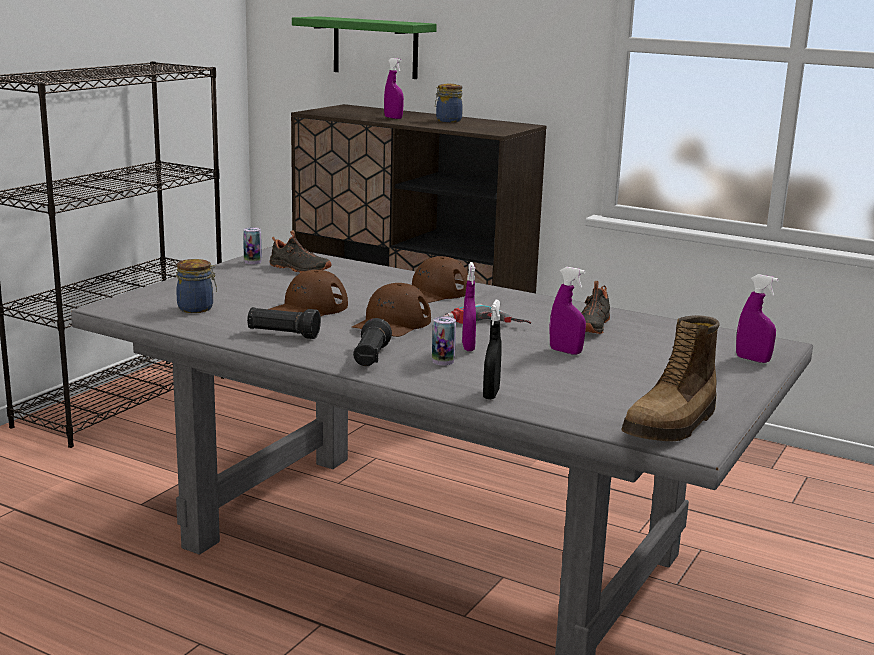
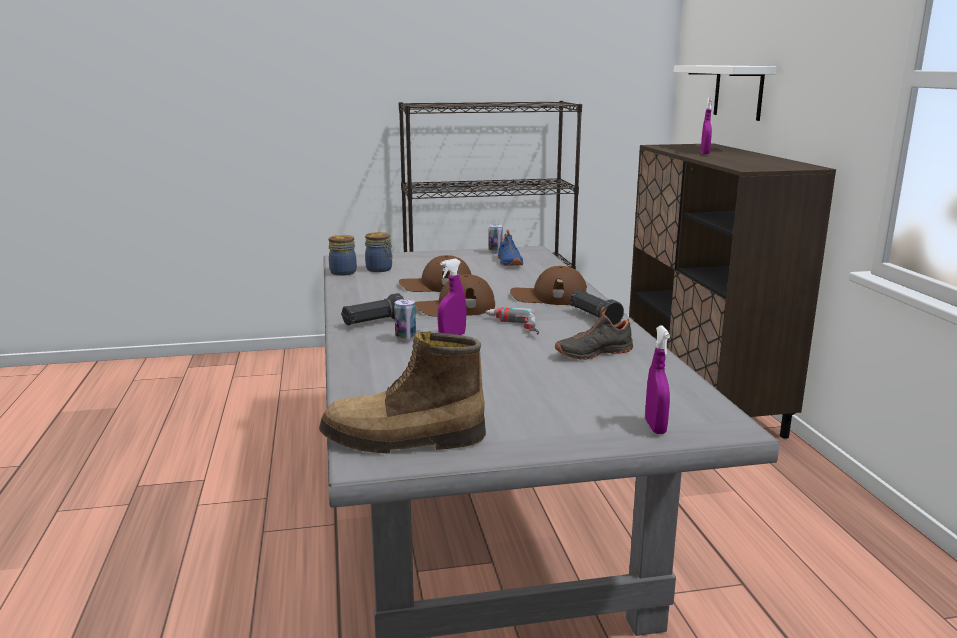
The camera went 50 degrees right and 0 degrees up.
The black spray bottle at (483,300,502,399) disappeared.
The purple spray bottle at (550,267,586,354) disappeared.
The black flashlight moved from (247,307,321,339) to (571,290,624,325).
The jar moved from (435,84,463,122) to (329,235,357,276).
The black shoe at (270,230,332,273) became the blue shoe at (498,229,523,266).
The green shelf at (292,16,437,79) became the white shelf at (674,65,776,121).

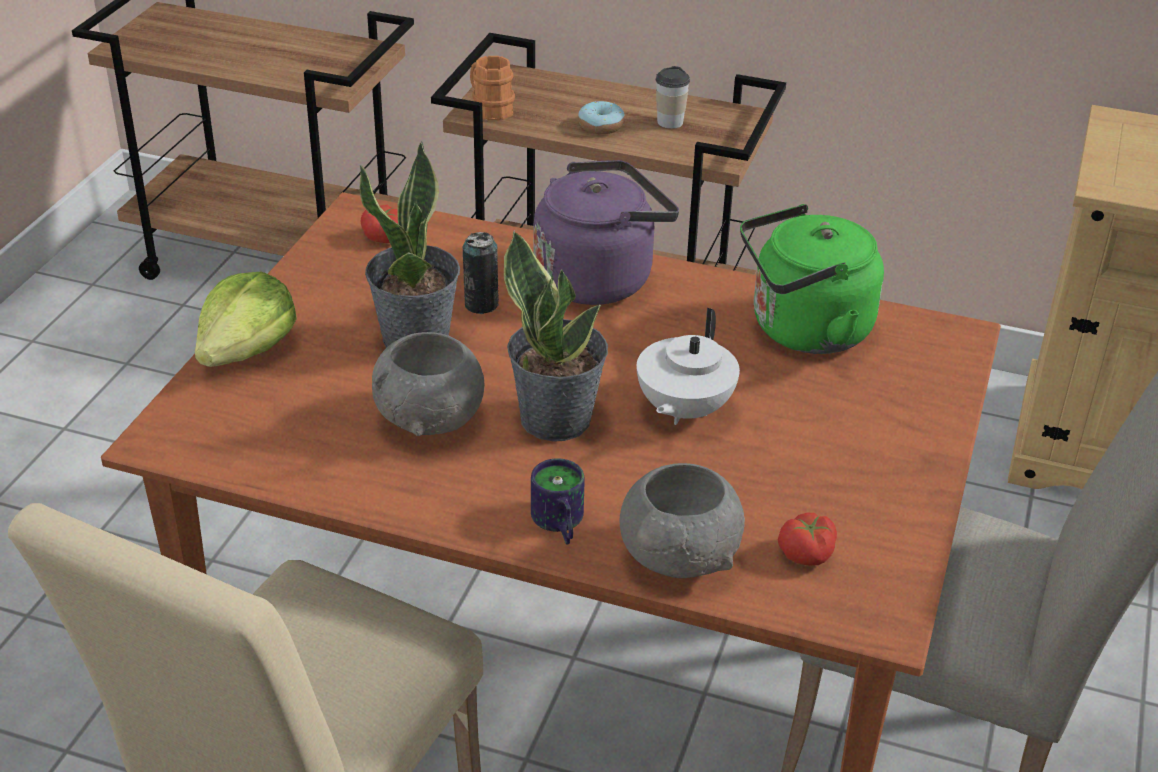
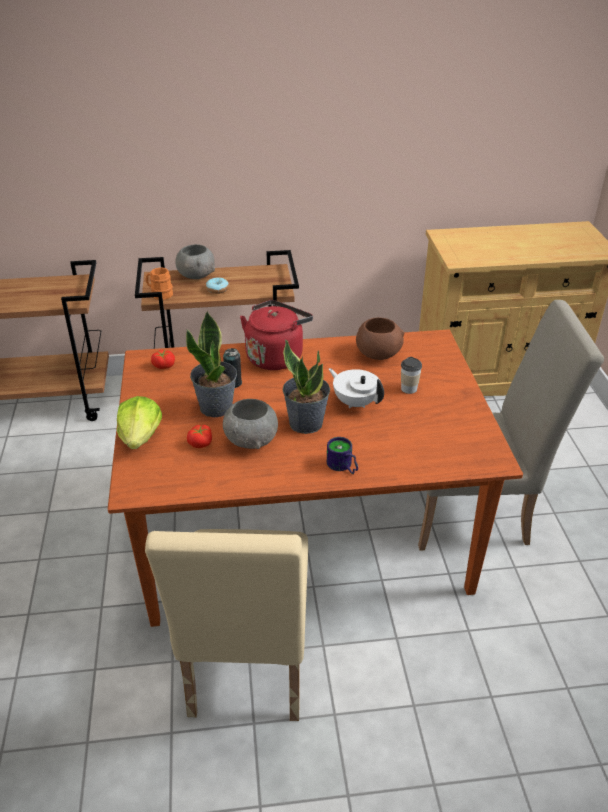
The camera went 25 degrees left and 0 degrees up.
The grey bowl moved from (619,463,745,578) to (175,244,215,279).
The cup moved from (656,66,690,129) to (401,357,422,394).
The tomato moved from (778,512,837,566) to (187,425,212,448).
The green kettle at (740,204,884,354) was replaced by the brown bowl at (356,317,404,360).
The purple kettle at (534,160,679,305) became the red kettle at (240,300,313,370).
The white teapot at (637,308,740,425) turned 135 degrees clockwise.

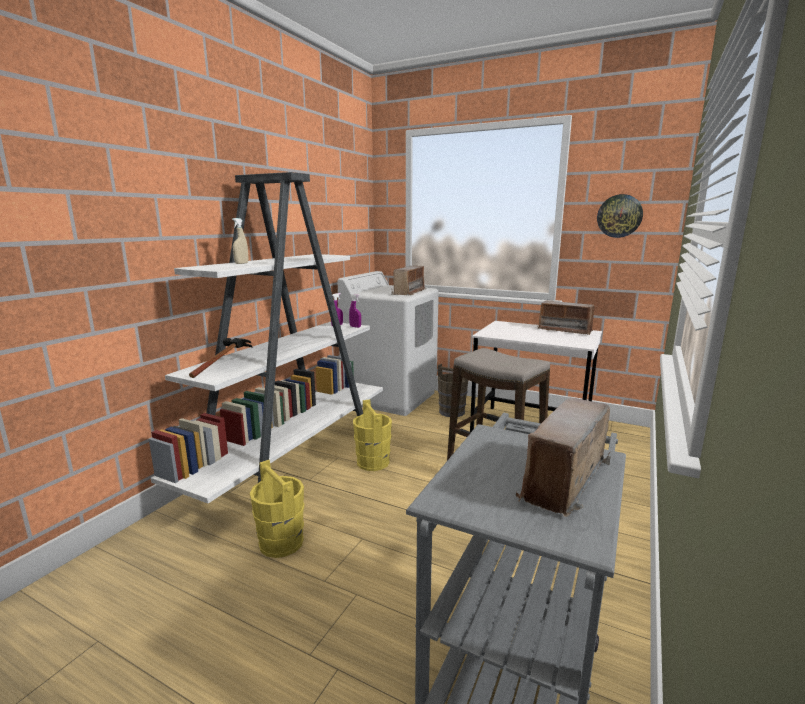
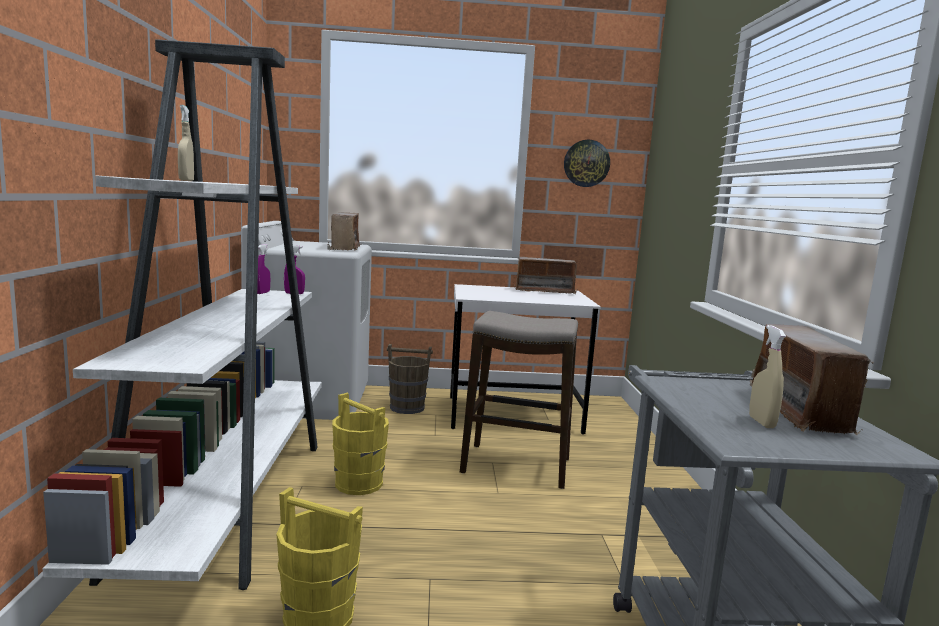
The camera went 30 degrees left and 5 degrees down.
The hammer at (189,338,253,378) disappeared.
The beige spray bottle at (749,325,786,428) appeared.

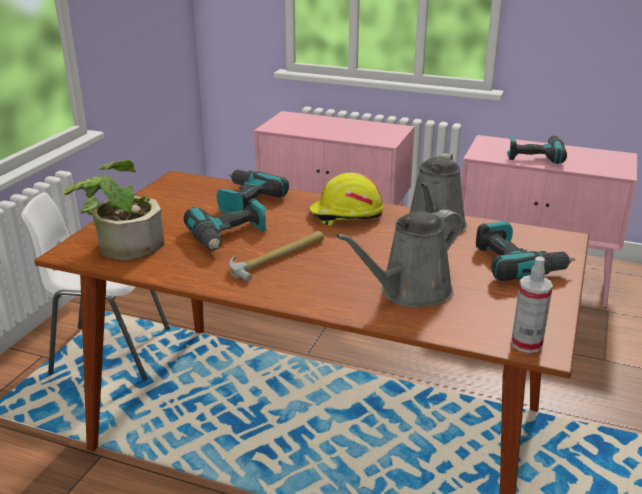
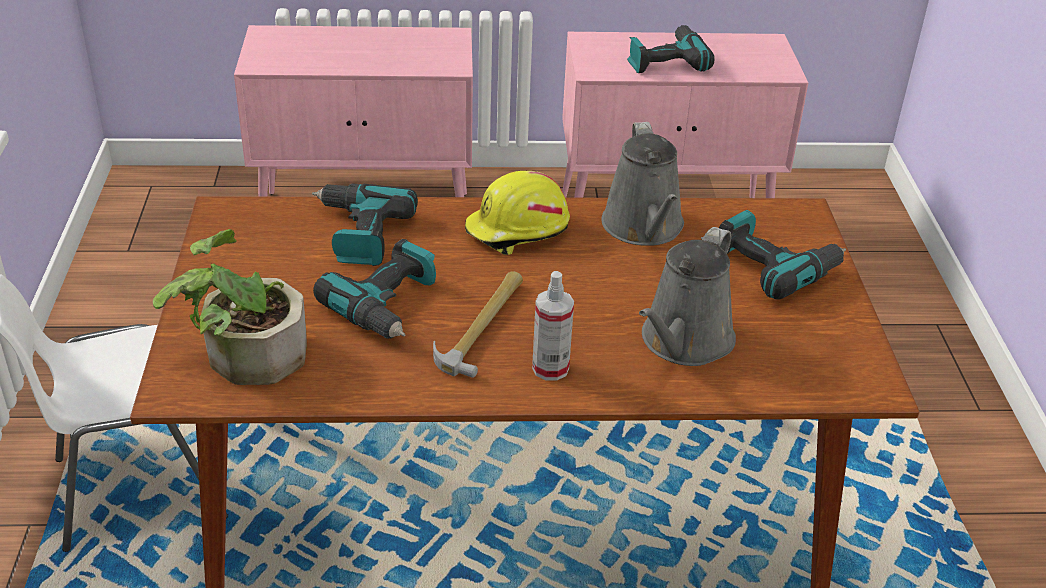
The camera went 25 degrees left and 10 degrees up.
The spray bottle moved from (511,256,553,353) to (532,271,574,381).

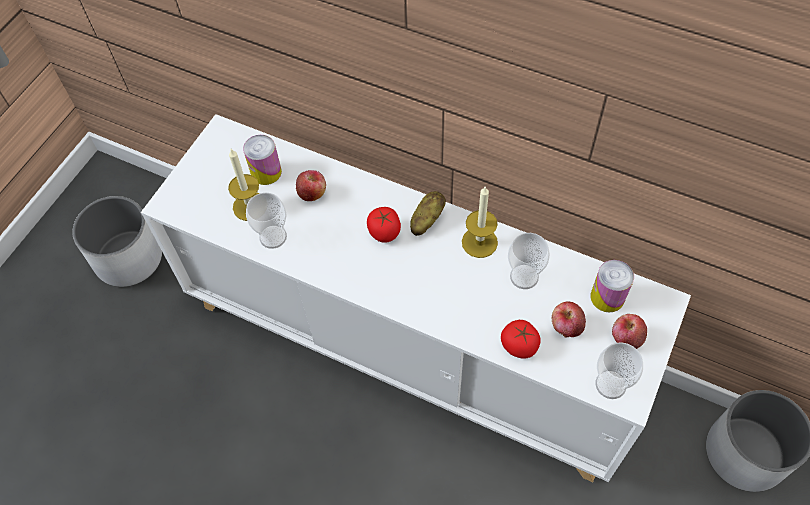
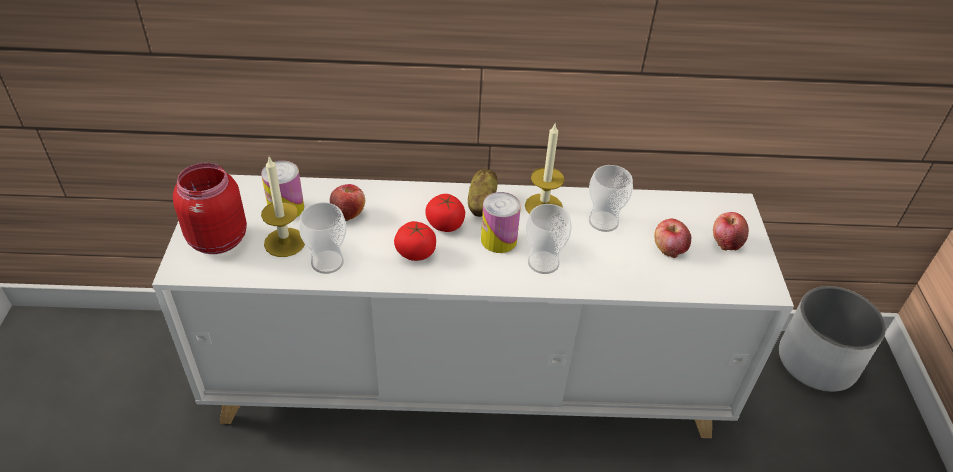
The camera went 30 degrees left and 15 degrees down.
The white planter at (72,196,162,287) disappeared.
The red jar at (173,163,247,254) appeared.
The tomato moved from (501,320,541,358) to (394,221,436,261).
The can moved from (590,260,634,313) to (481,192,521,253).
The cup moved from (595,342,643,399) to (525,204,572,274).

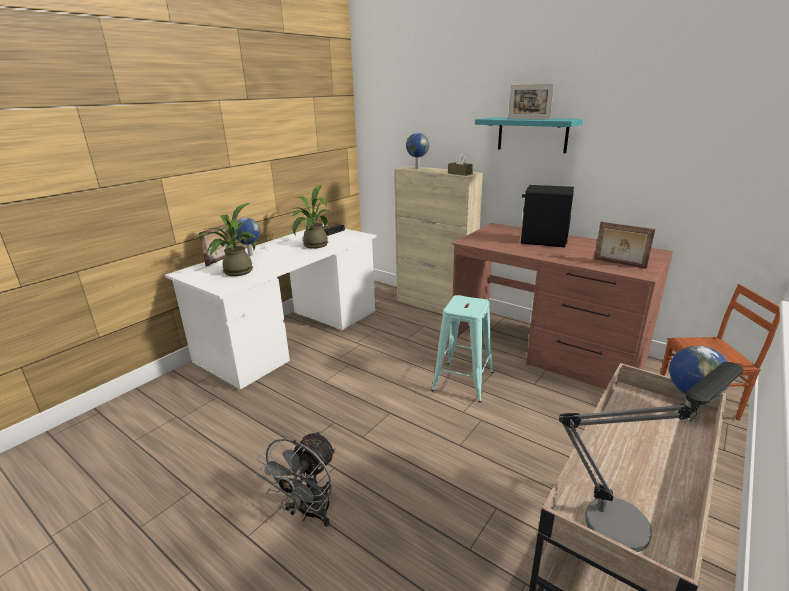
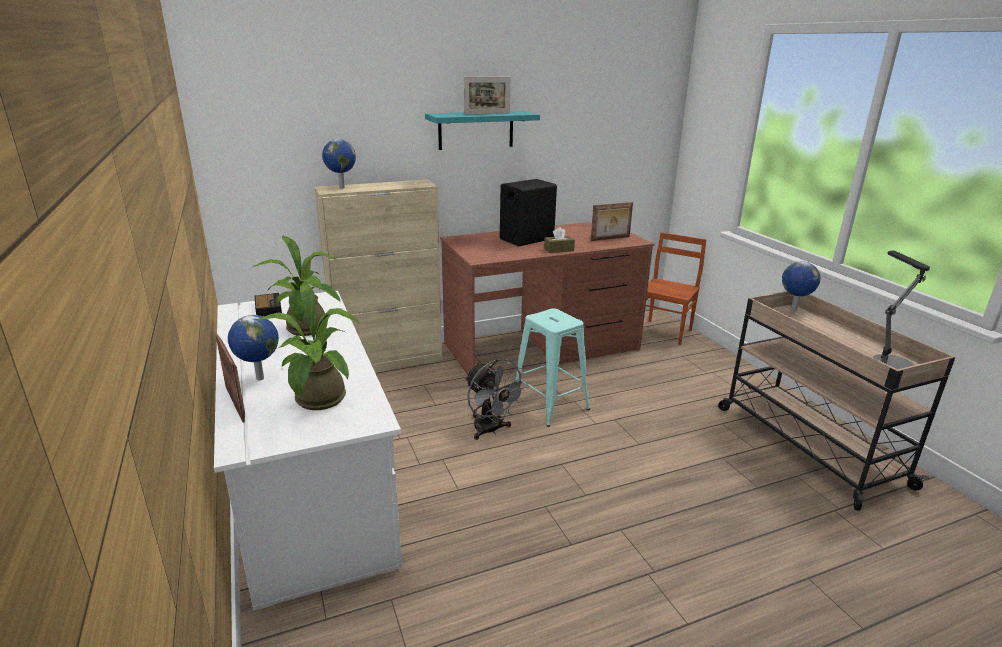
The camera went 60 degrees left and 0 degrees up.
The grey fan moved from (256,431,336,527) to (465,359,529,440).
The brown tissue box moved from (448,154,473,176) to (544,227,575,253).

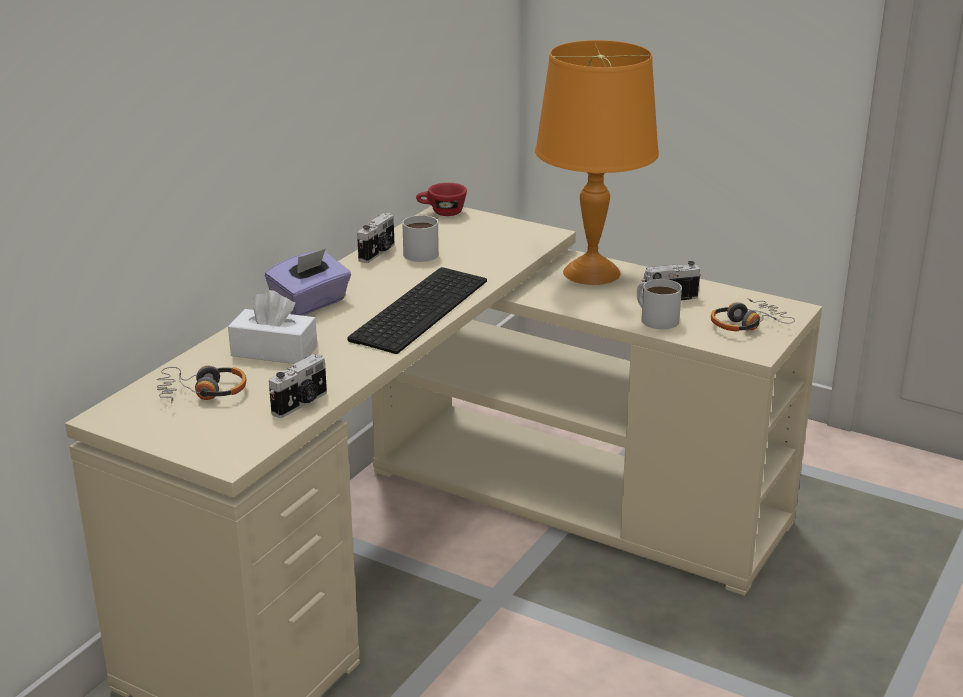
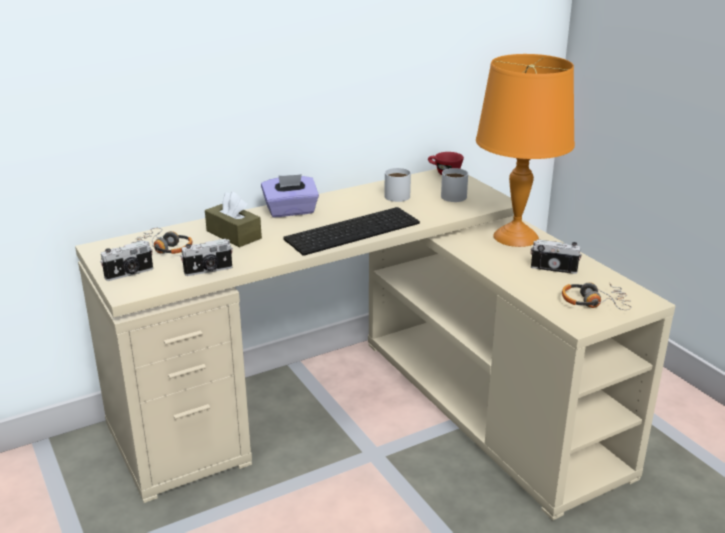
The camera went 30 degrees right and 0 degrees up.
The photo camera moved from (357,213,394,263) to (100,240,153,281).
The white mug moved from (637,279,682,329) to (441,168,468,202).
The white tissue box at (228,290,317,364) became the brown tissue box at (205,191,262,247).

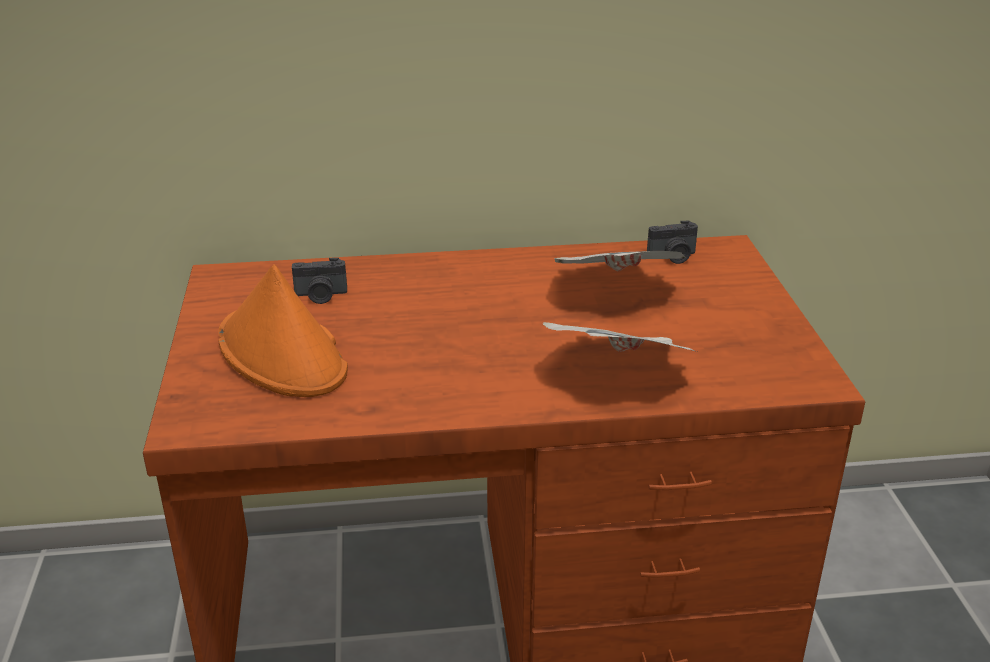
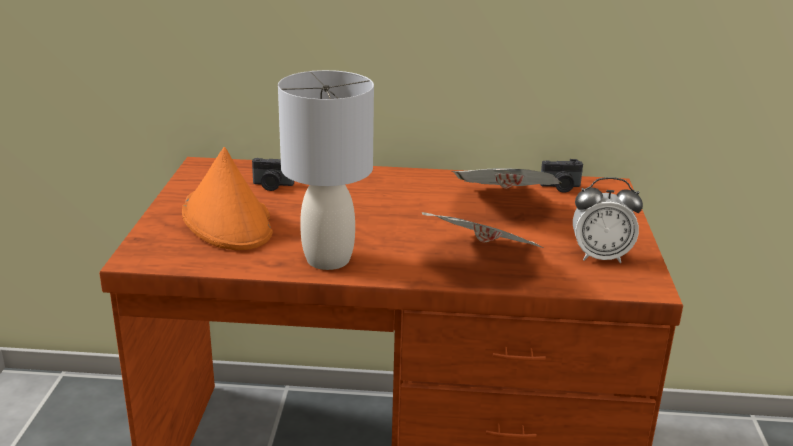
The camera went 10 degrees right and 5 degrees down.
The grey table lamp at (278,70,374,270) appeared.
The alarm clock at (573,177,643,263) appeared.

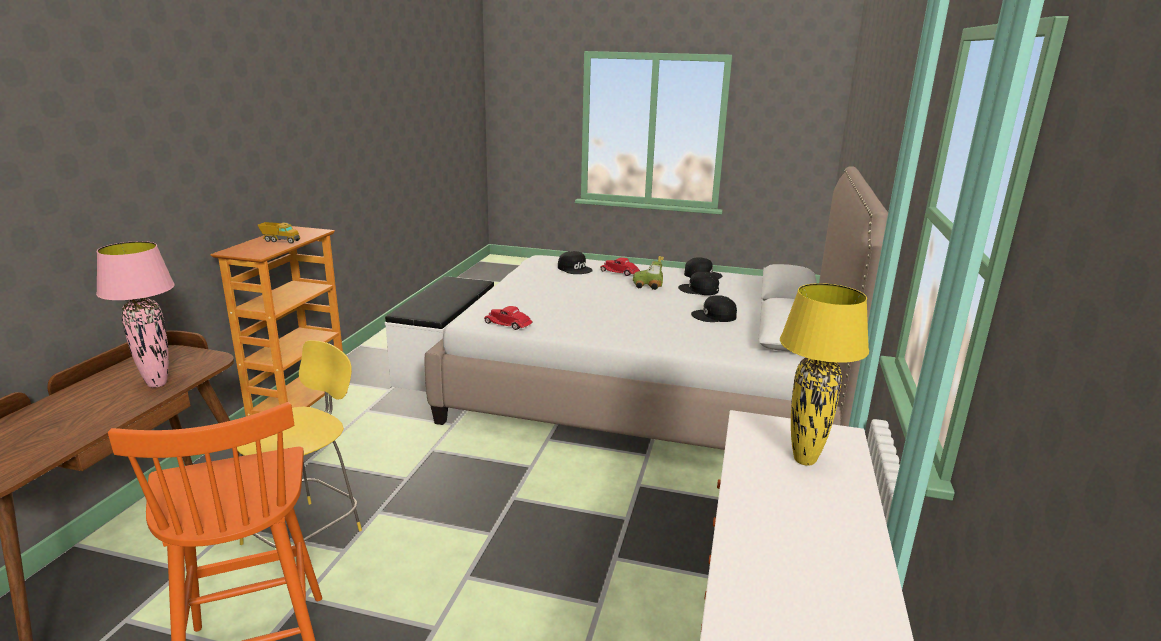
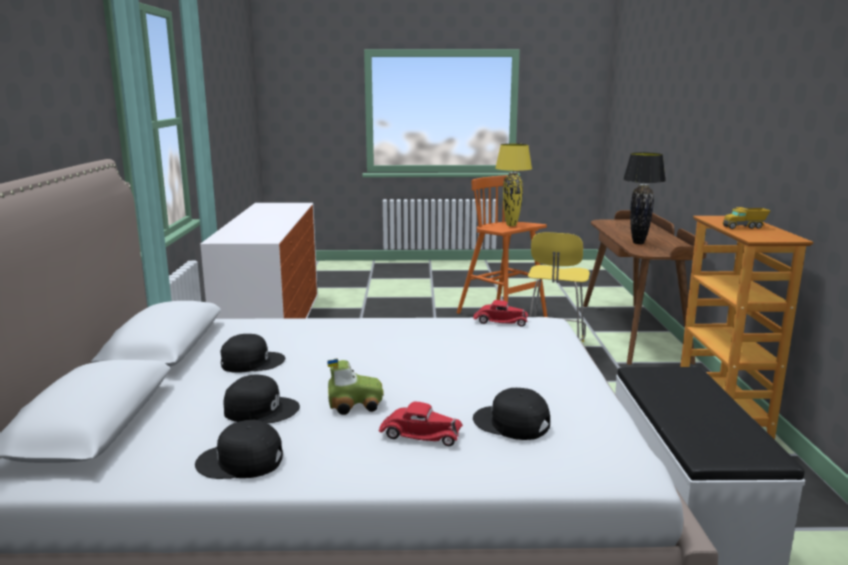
The camera went 165 degrees right and 5 degrees down.
The yellow table lamp moved from (780,283,869,466) to (495,144,532,226).
The pink table lamp at (96,241,175,388) became the black table lamp at (623,152,666,244).

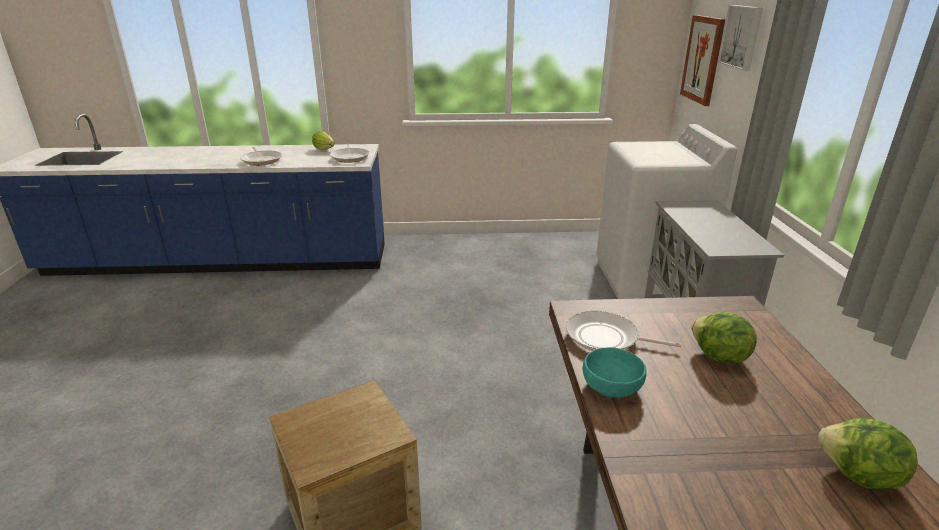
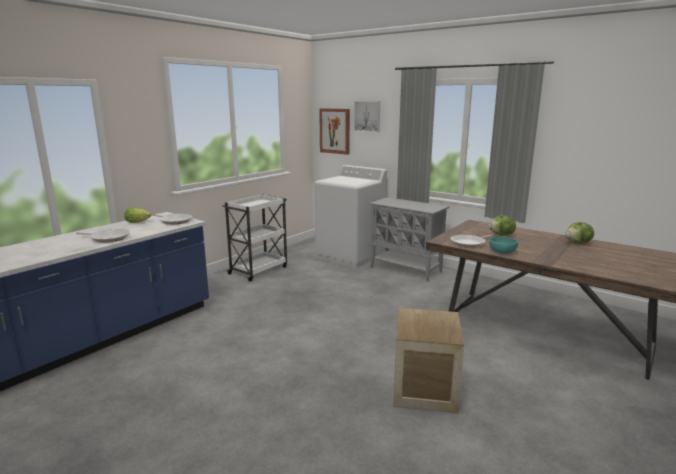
The camera went 50 degrees left and 10 degrees down.
The white cart at (223,194,287,282) appeared.

